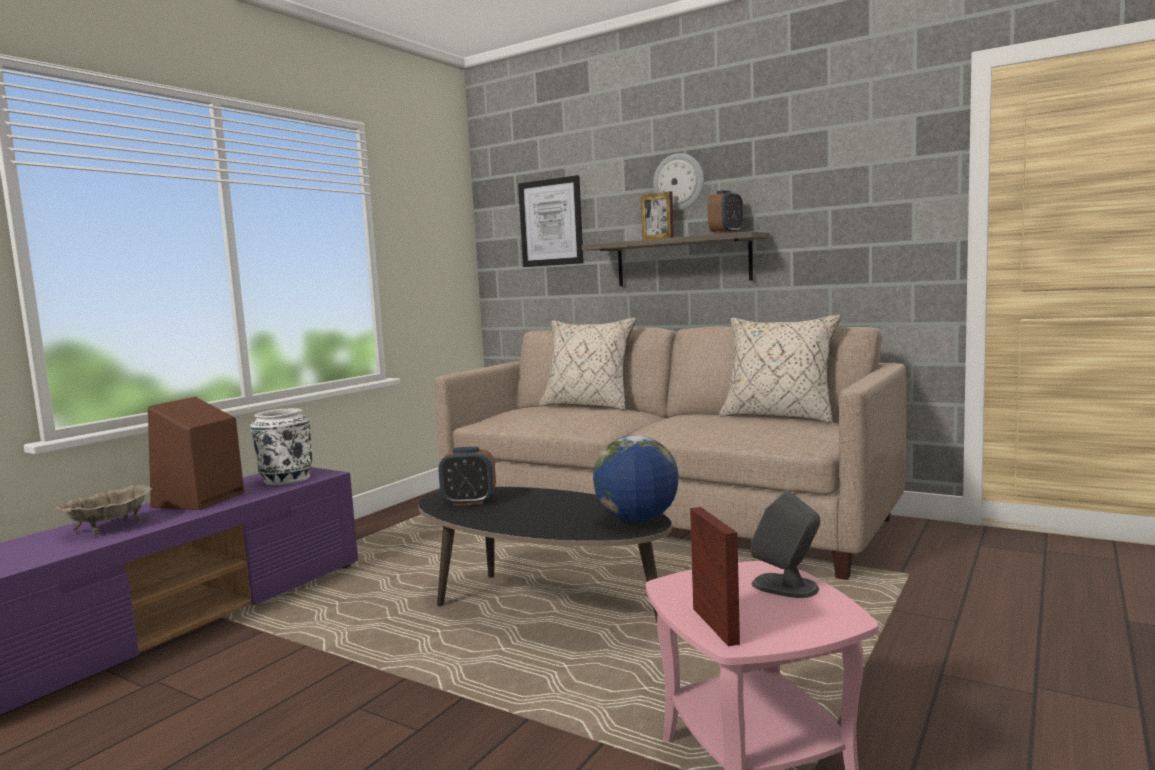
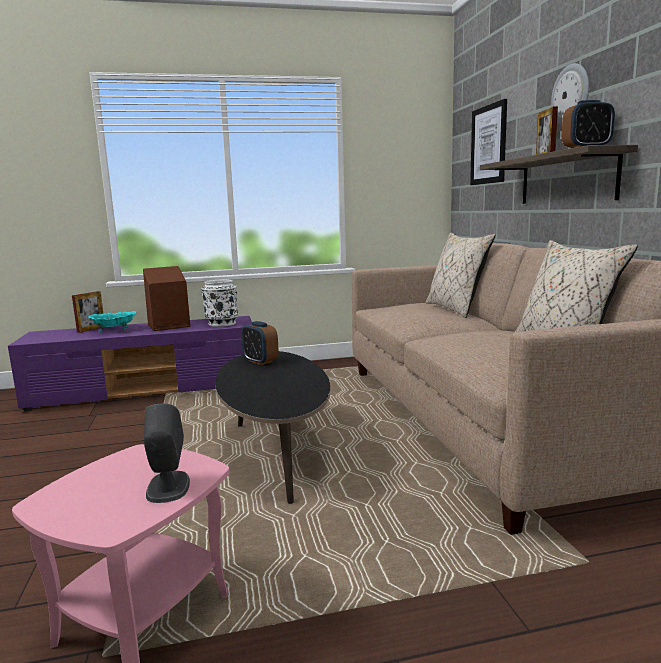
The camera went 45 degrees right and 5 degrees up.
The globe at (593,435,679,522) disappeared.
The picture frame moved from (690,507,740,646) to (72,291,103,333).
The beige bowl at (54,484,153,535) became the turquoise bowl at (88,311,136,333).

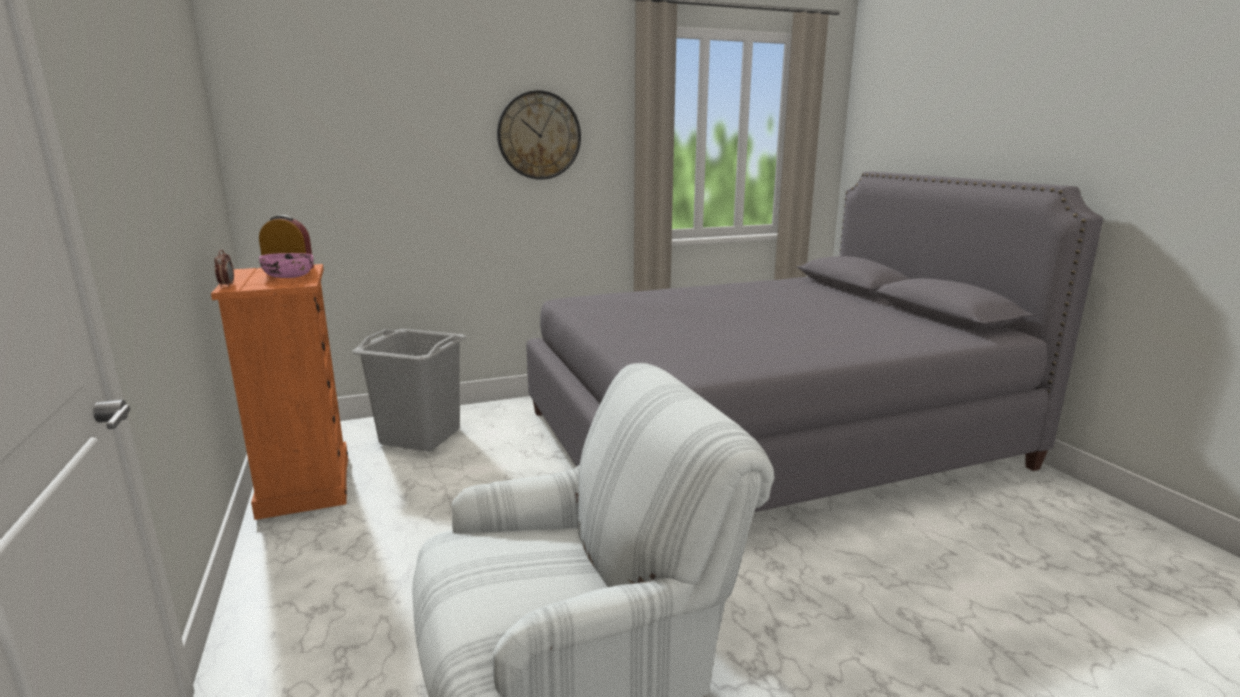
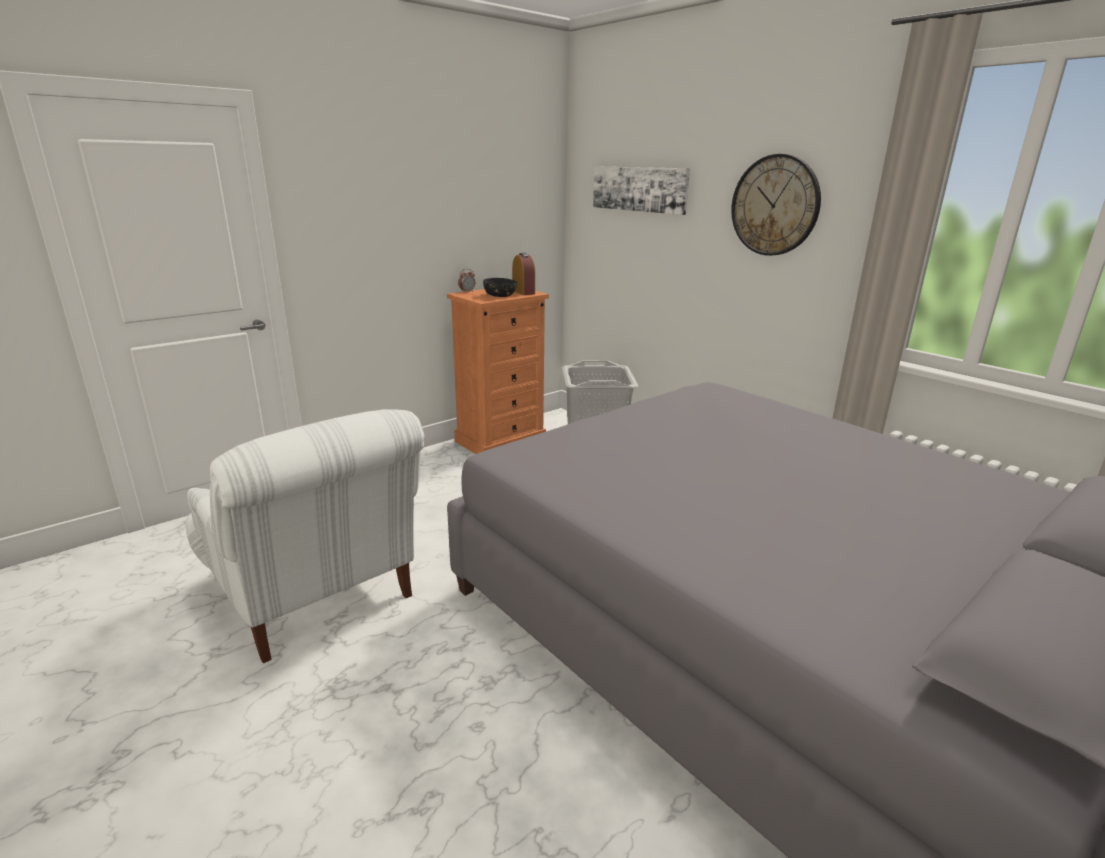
The camera went 70 degrees right and 5 degrees up.
The picture at (593,166,690,215) appeared.
The pink bowl at (259,253,313,278) became the black bowl at (483,278,517,297).

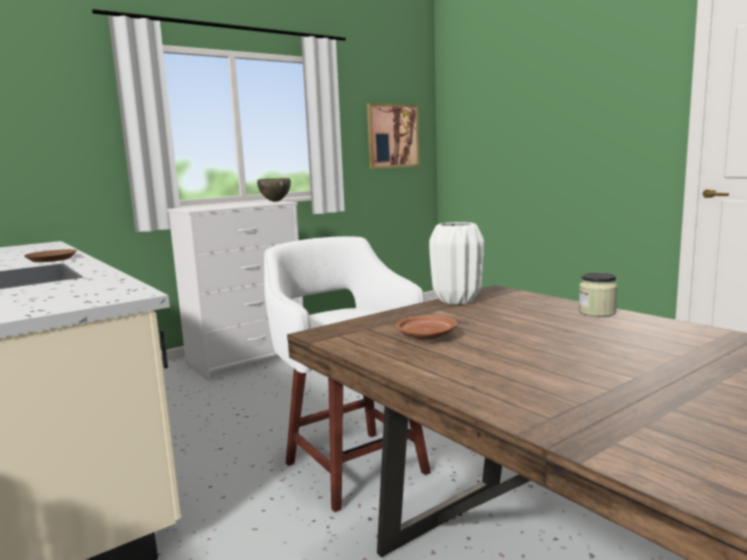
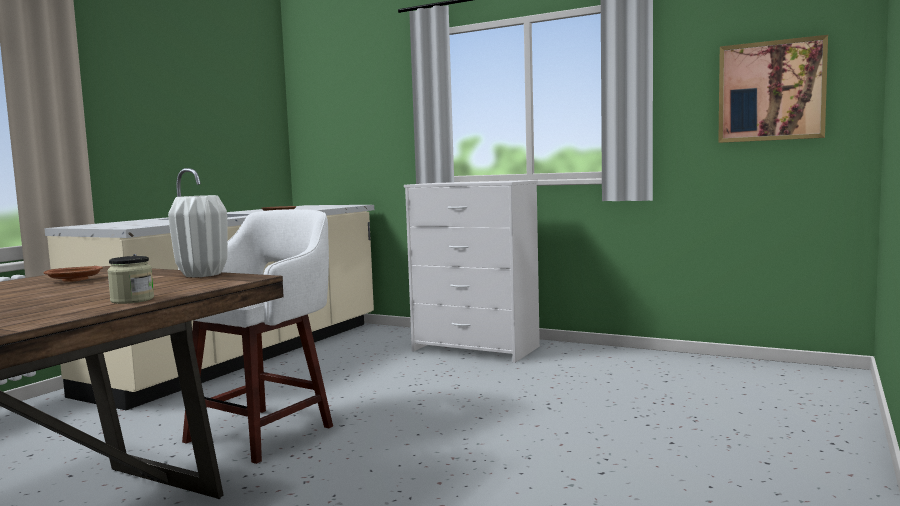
The camera went 65 degrees right and 5 degrees down.
The brown bowl at (257,178,291,202) disappeared.

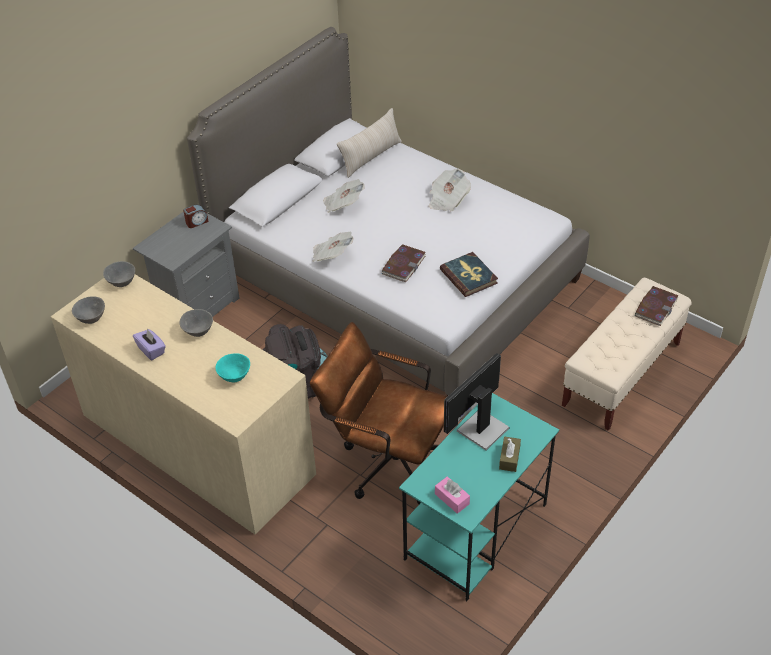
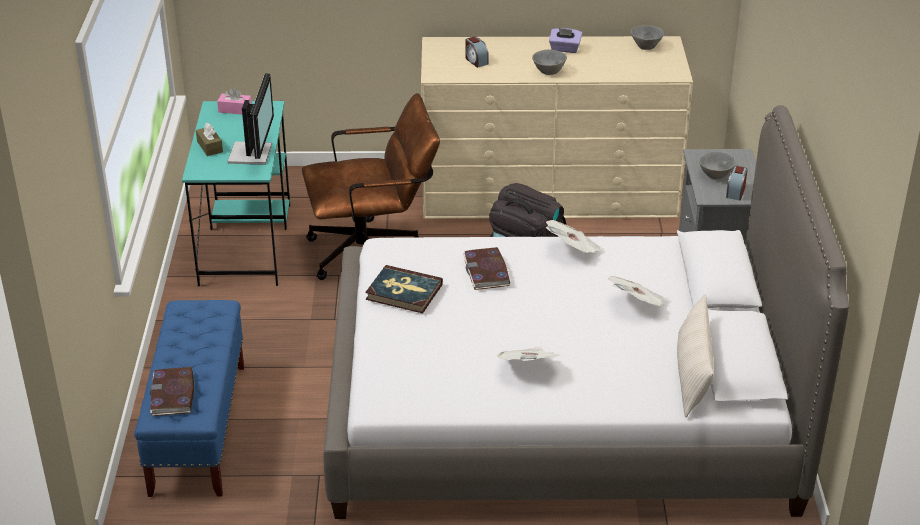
The camera went 140 degrees right and 10 degrees down.
The grey bowl moved from (103,261,135,287) to (699,152,736,179).
The turquoise bowl at (215,353,250,382) was replaced by the alarm clock at (465,37,489,68).
The beige bench at (562,278,692,431) became the blue bench at (134,300,244,497).

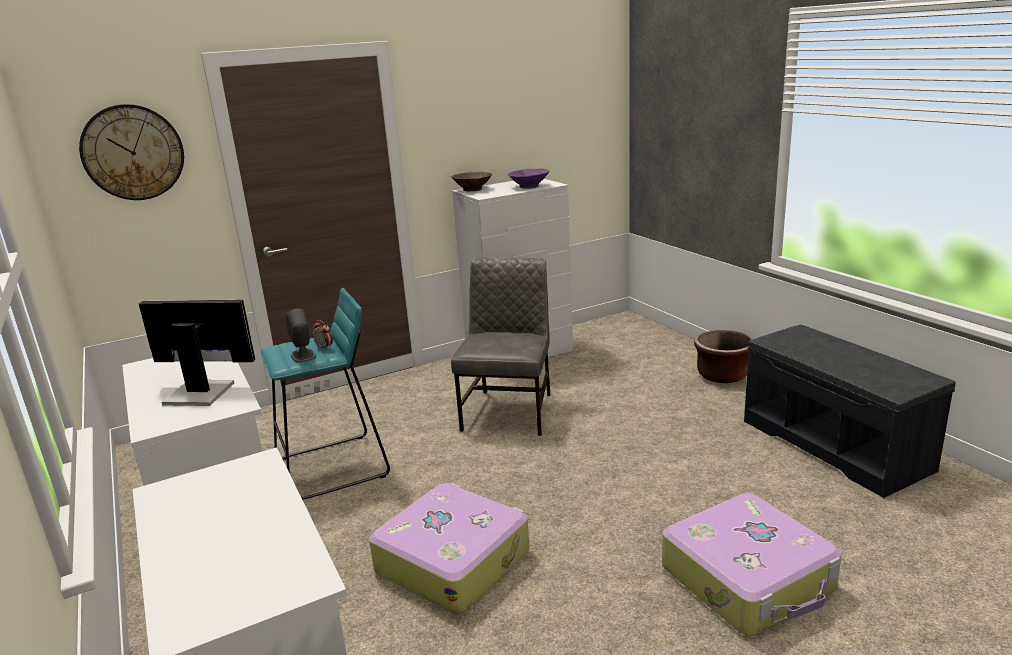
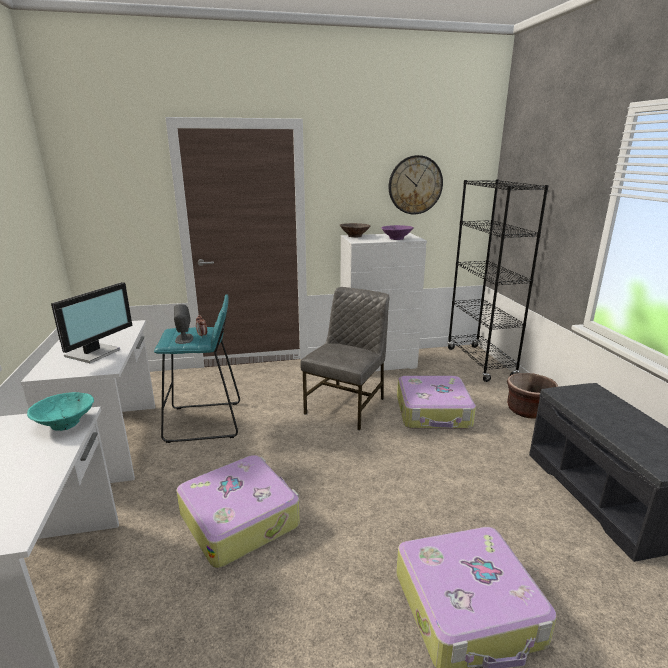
The camera went 15 degrees right and 0 degrees up.
The turquoise bowl at (27,392,94,431) appeared.
The suitcase at (397,376,476,429) appeared.
The black bookcase at (447,180,549,382) appeared.
The wall clock moved from (79,104,184,200) to (389,155,443,214).
The monitor at (138,300,255,406) turned 90 degrees clockwise.

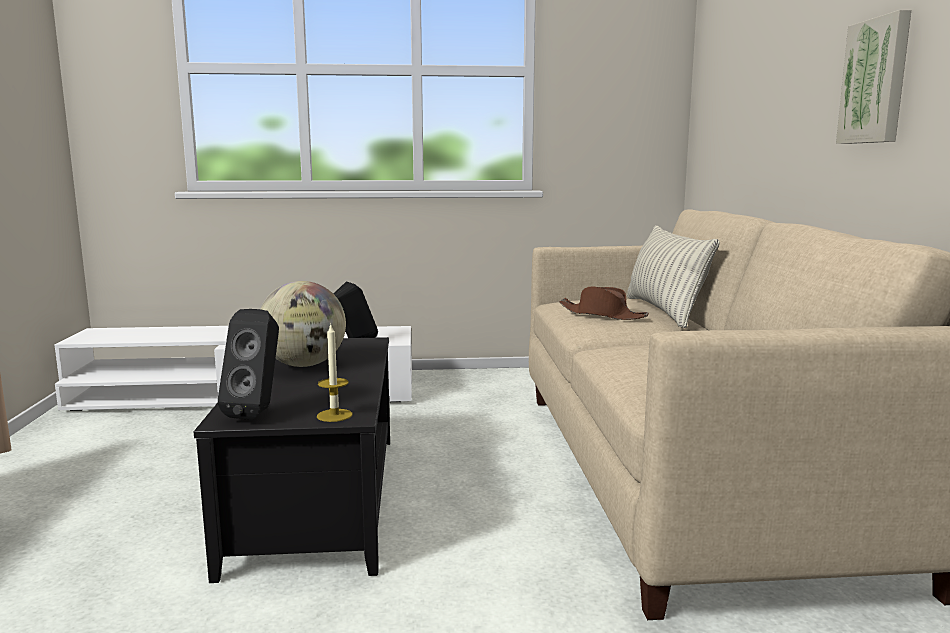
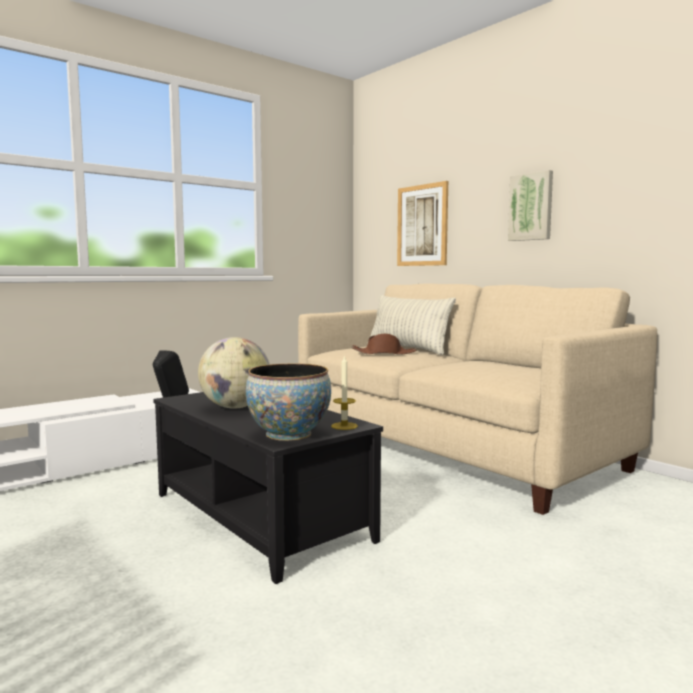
The camera went 35 degrees left and 5 degrees down.
The picture at (397,181,448,266) appeared.
The black speaker at (218,309,279,420) was replaced by the bowl at (246,363,331,441).

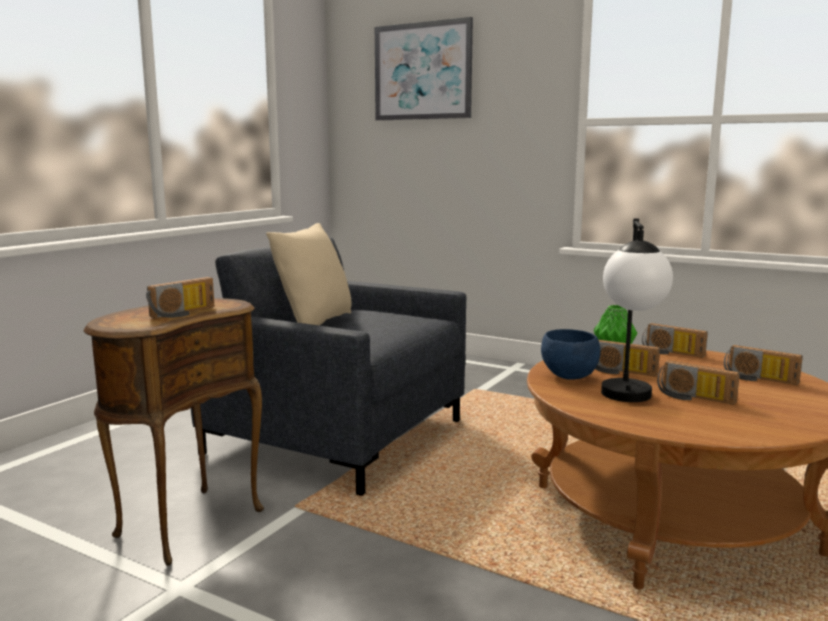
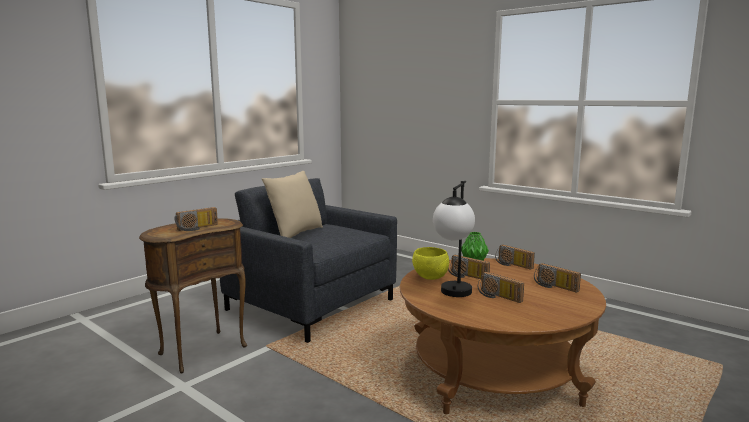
The camera went 10 degrees right and 0 degrees up.
The picture at (375,17,473,121) disappeared.
The blue bowl at (541,329,601,380) became the yellow bowl at (412,247,449,280).

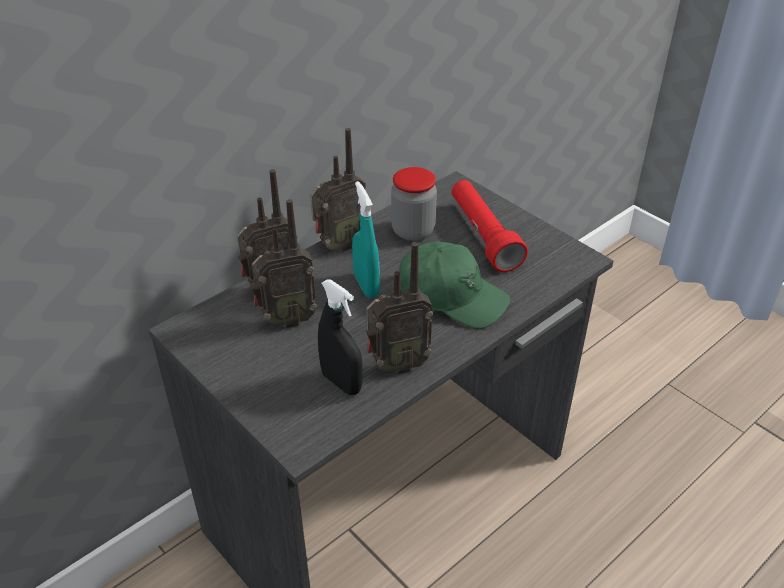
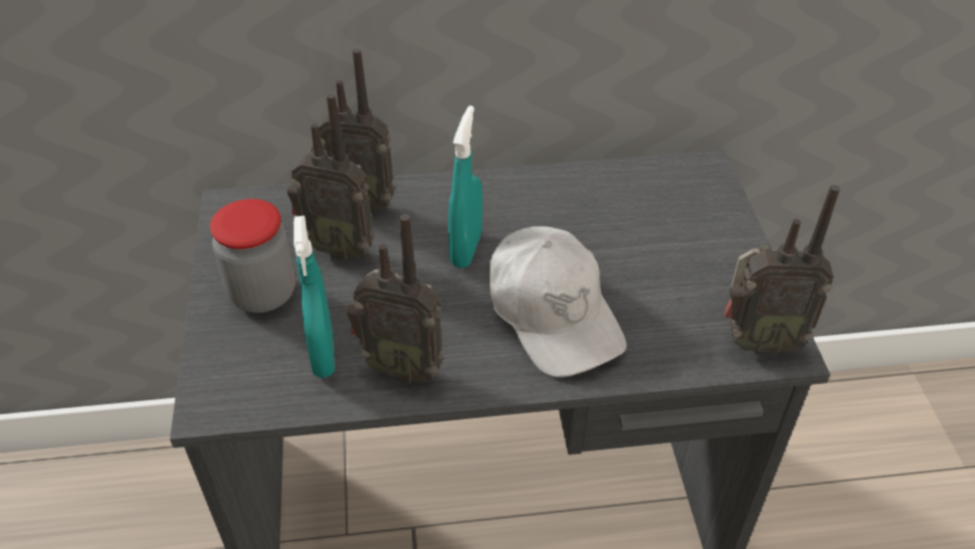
The camera went 35 degrees right and 5 degrees up.
The red flashlight at (452,180,528,272) disappeared.
The radio moved from (310,128,367,252) to (724,185,840,356).
The jar moved from (391,167,437,241) to (210,199,296,313).
The black spray bottle at (318,279,363,395) became the turquoise spray bottle at (294,216,335,378).
The green cap at (399,241,510,329) became the white cap at (490,226,626,378).

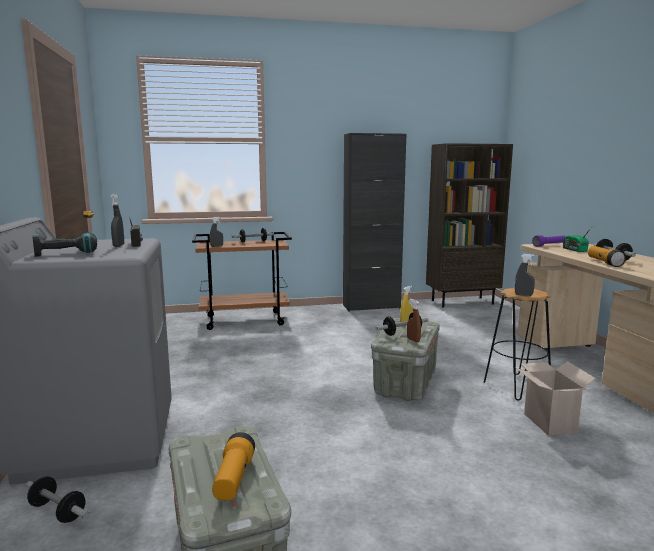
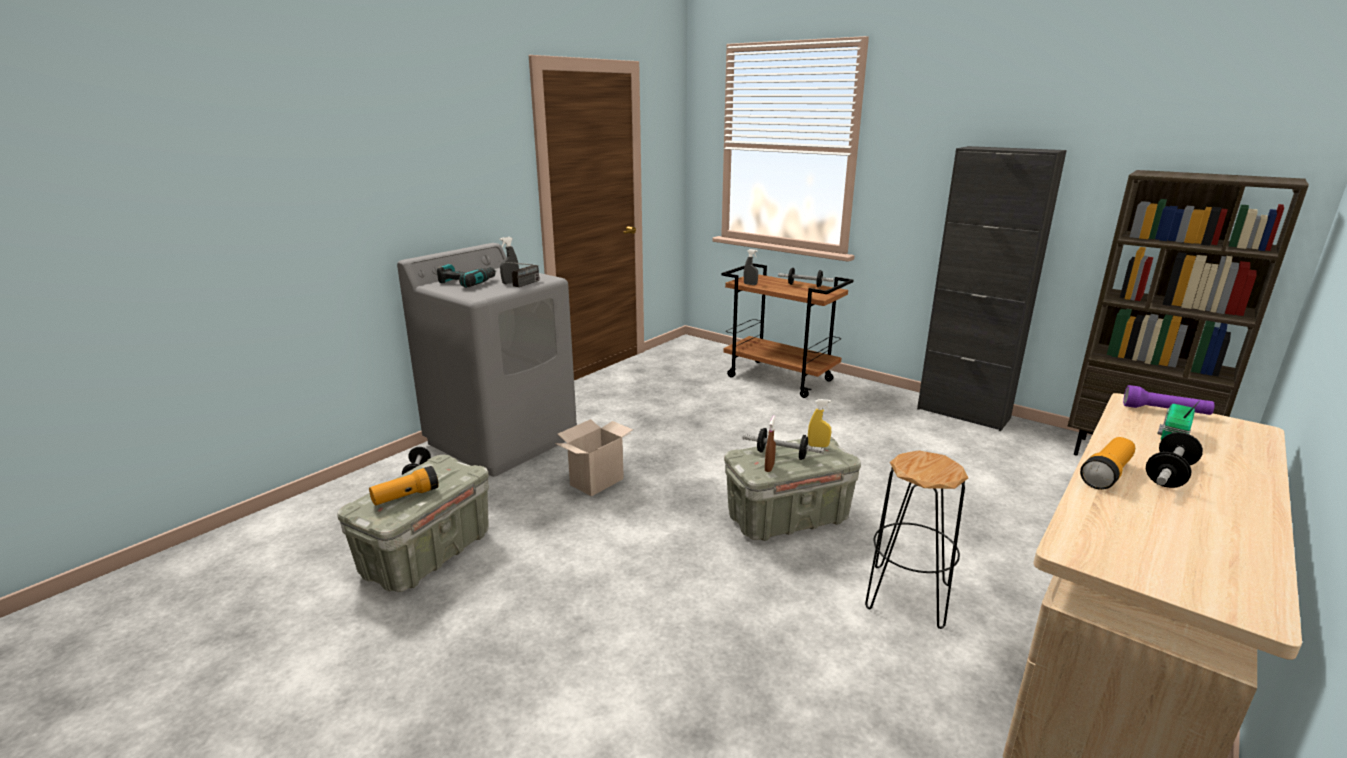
The camera went 50 degrees right and 10 degrees up.
The grey spray bottle at (515,254,535,296) disappeared.
The cardboard box moved from (516,361,596,435) to (555,419,633,496).

